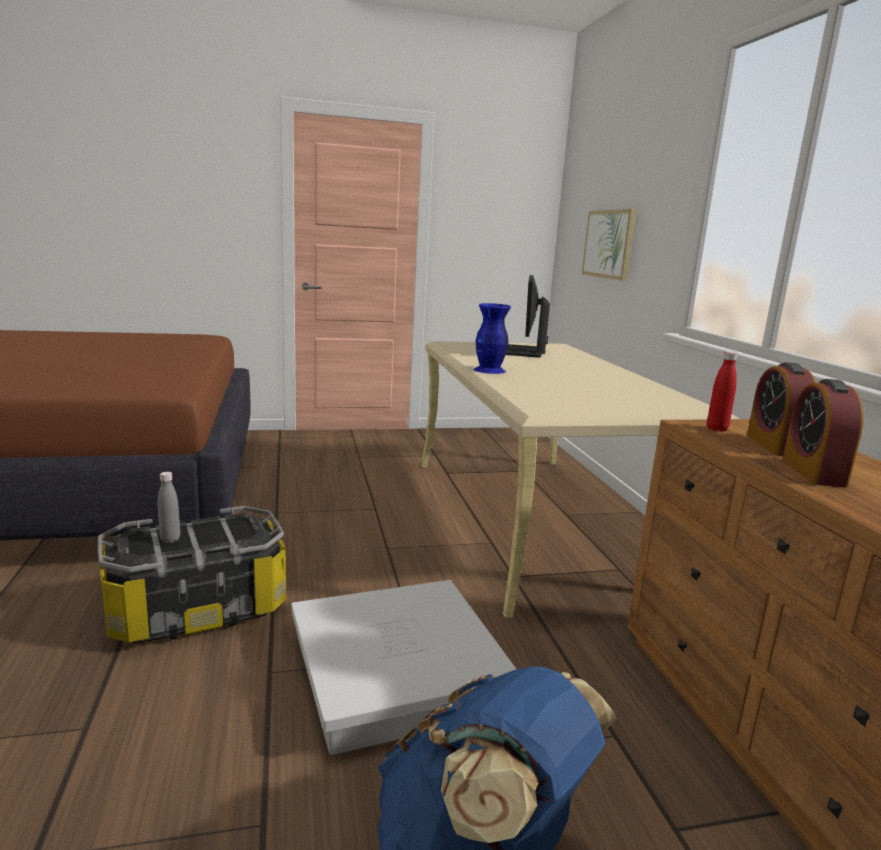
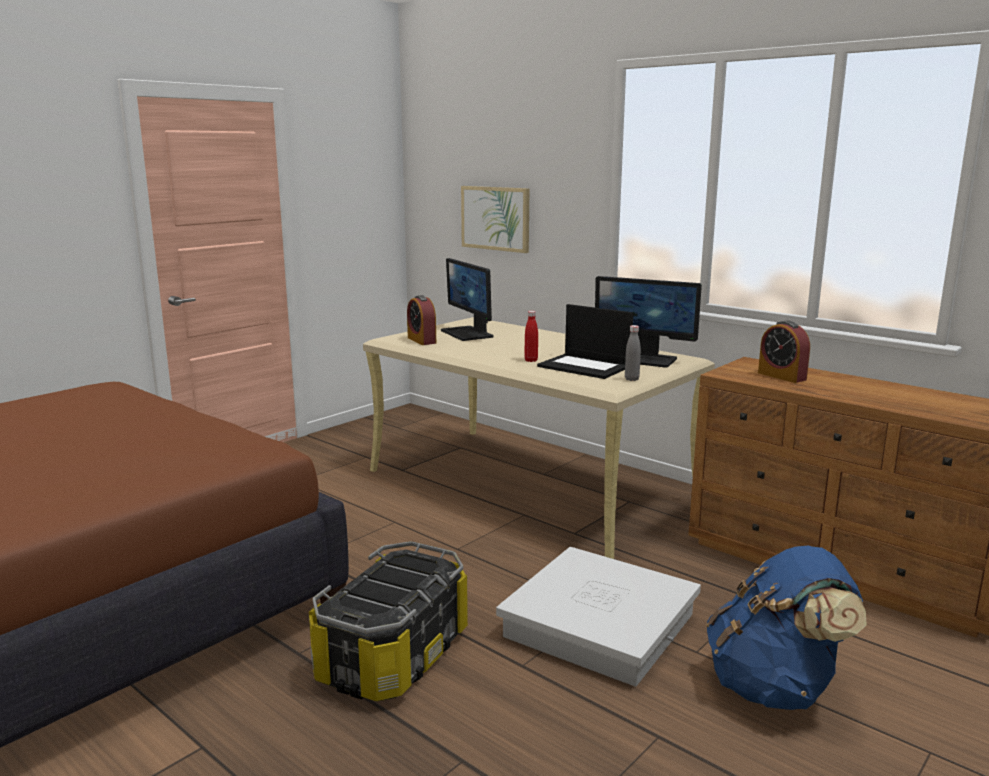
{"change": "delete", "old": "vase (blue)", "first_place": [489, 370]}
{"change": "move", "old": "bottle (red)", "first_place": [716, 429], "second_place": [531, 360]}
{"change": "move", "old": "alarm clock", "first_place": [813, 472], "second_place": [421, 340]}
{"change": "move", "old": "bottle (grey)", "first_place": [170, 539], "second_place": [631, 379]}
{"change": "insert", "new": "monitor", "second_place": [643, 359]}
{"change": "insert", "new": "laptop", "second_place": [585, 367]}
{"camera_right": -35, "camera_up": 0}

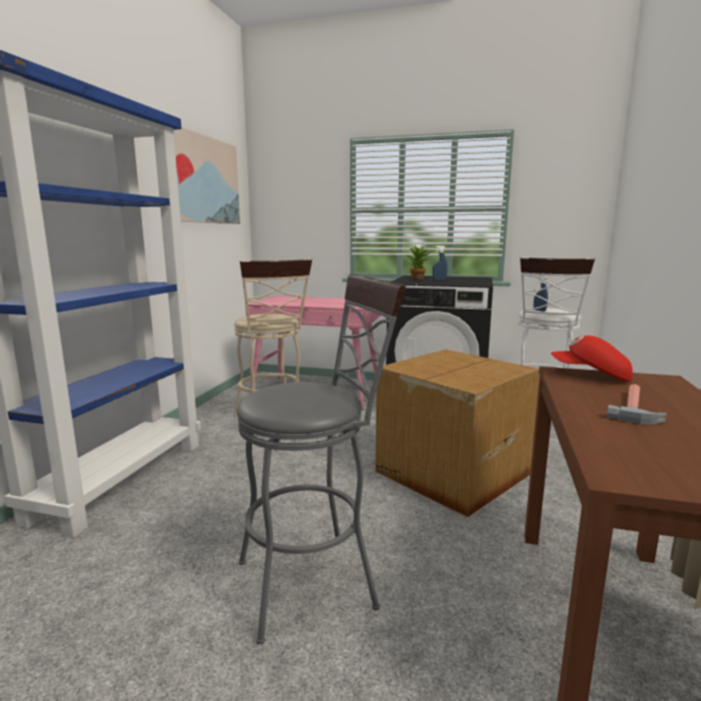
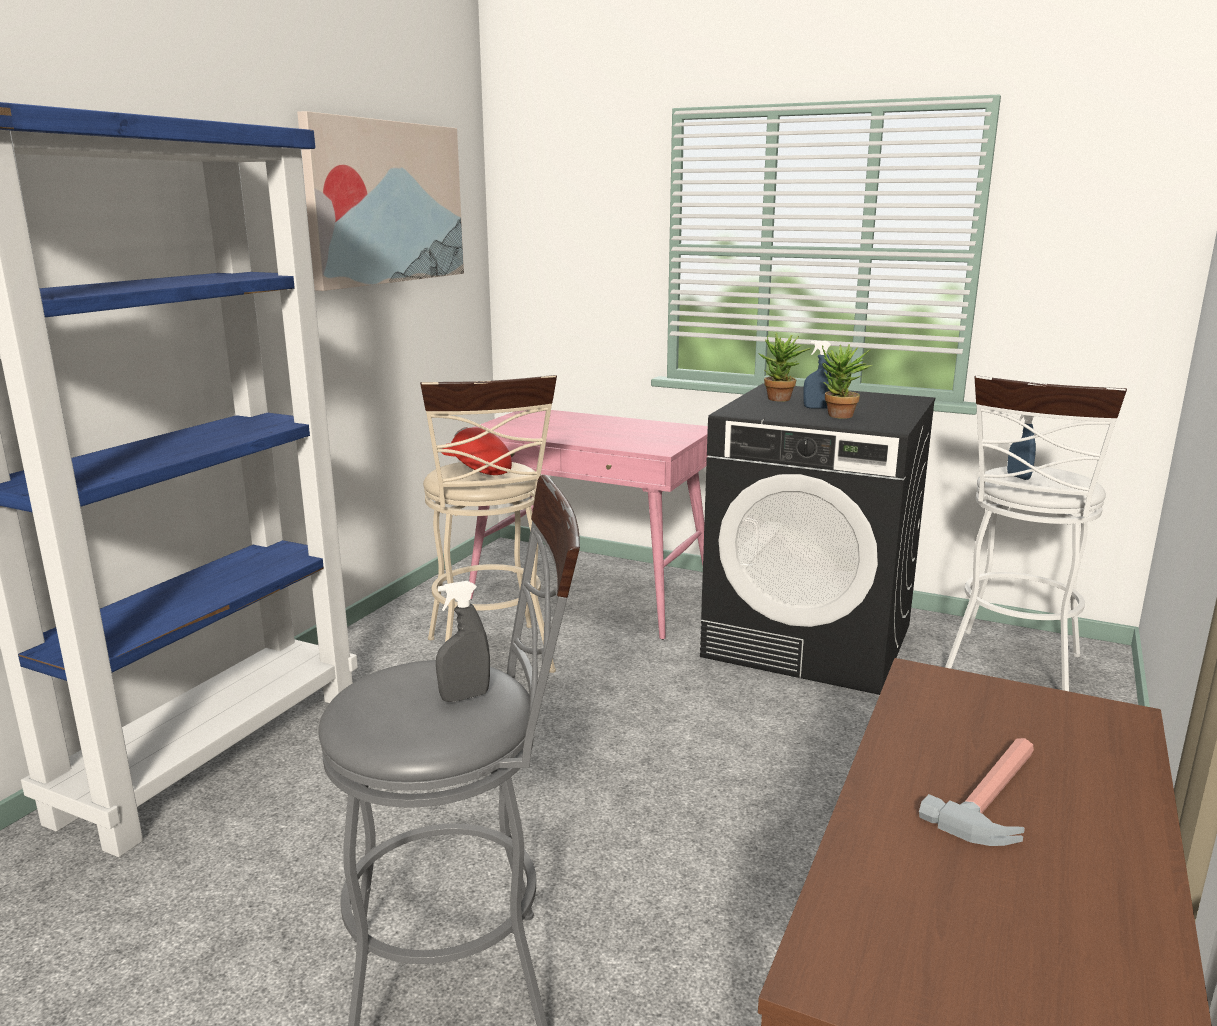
{"change": "move", "old": "cap (red)", "first_place": [591, 376], "second_place": [476, 469]}
{"change": "delete", "old": "cardboard box", "first_place": [449, 473]}
{"change": "insert", "new": "potted plant", "second_place": [839, 417]}
{"change": "insert", "new": "spray bottle (grey)", "second_place": [465, 697]}
{"camera_right": 10, "camera_up": 5}

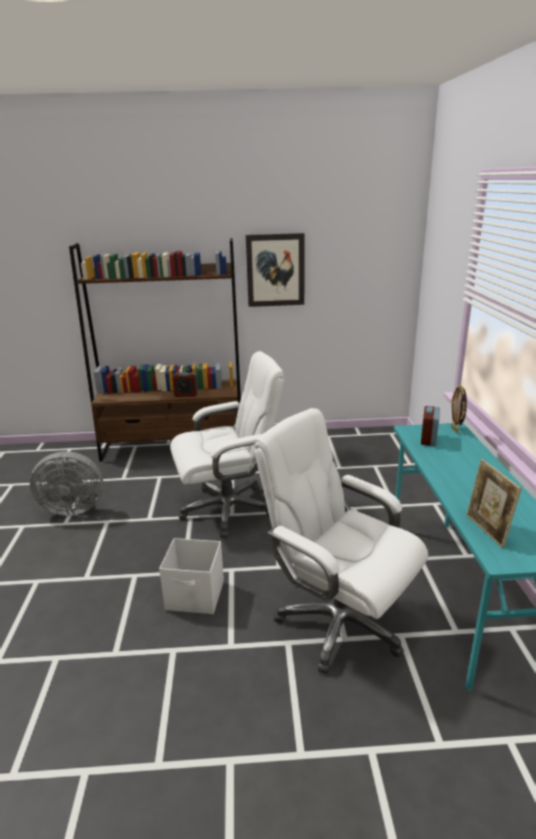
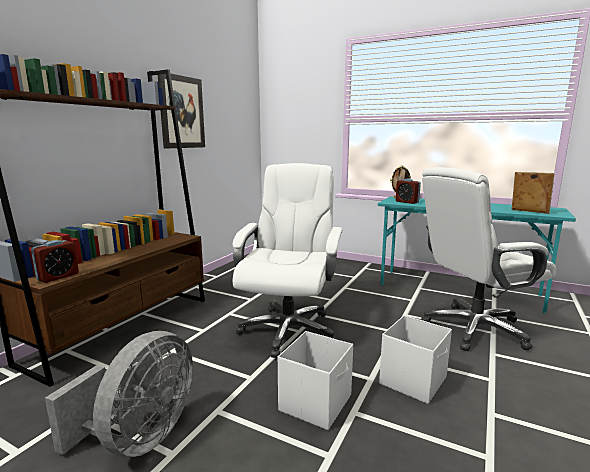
{"change": "move", "old": "alarm clock", "first_place": [186, 395], "second_place": [58, 277]}
{"change": "rotate", "old": "picture frame", "first_place": [486, 531], "second_place": [528, 212], "degrees": -150}
{"change": "insert", "new": "storage box (white)", "second_place": [316, 402]}
{"camera_right": -60, "camera_up": -10}

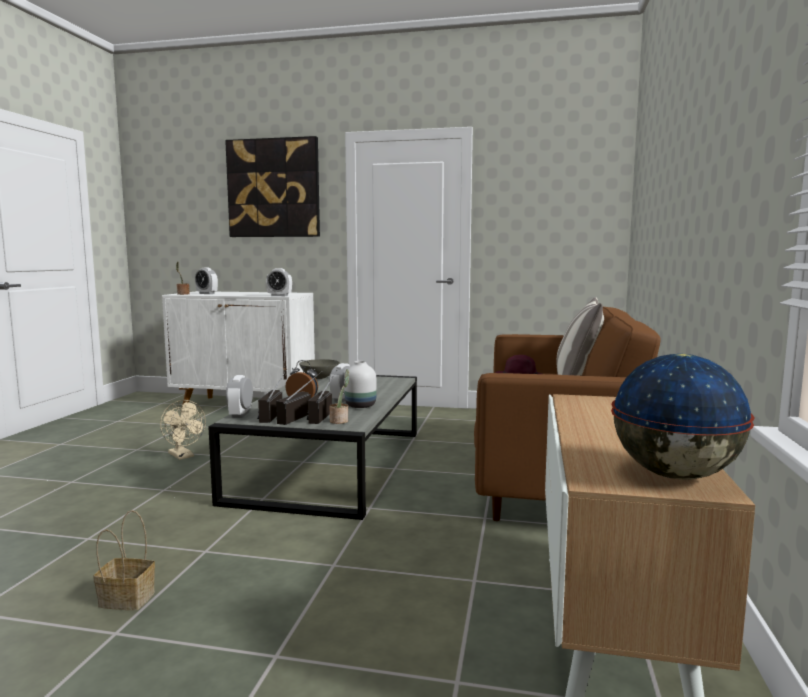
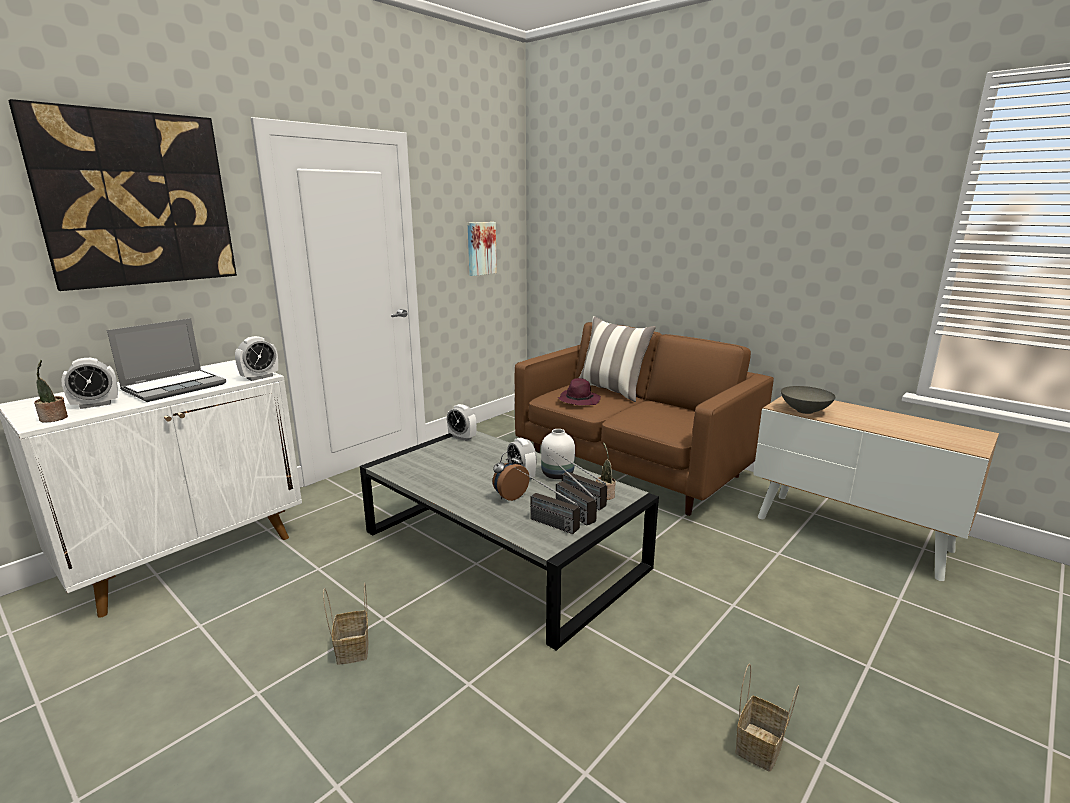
{"change": "delete", "old": "globe", "first_place": [674, 475]}
{"change": "move", "old": "bowl (grey)", "first_place": [320, 377], "second_place": [805, 411]}
{"change": "move", "old": "alarm clock", "first_place": [240, 415], "second_place": [462, 437]}
{"change": "replace", "old": "fan (beige)", "new": "basket", "first_place": [183, 456], "second_place": [352, 648]}
{"change": "insert", "new": "picture", "second_place": [480, 248]}
{"change": "insert", "new": "laptop", "second_place": [175, 387]}
{"camera_right": -60, "camera_up": 10}

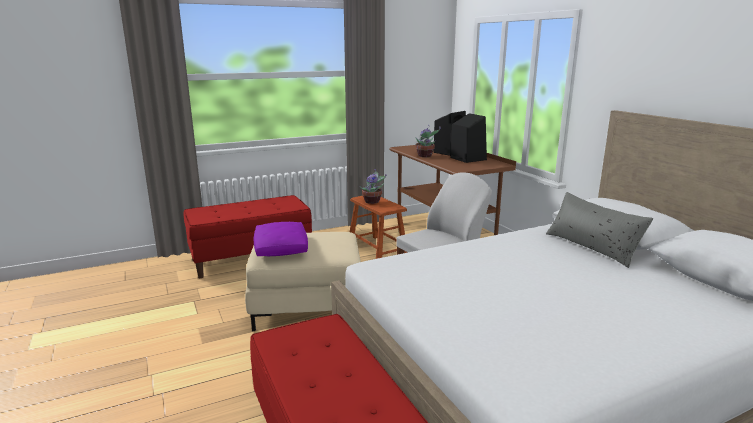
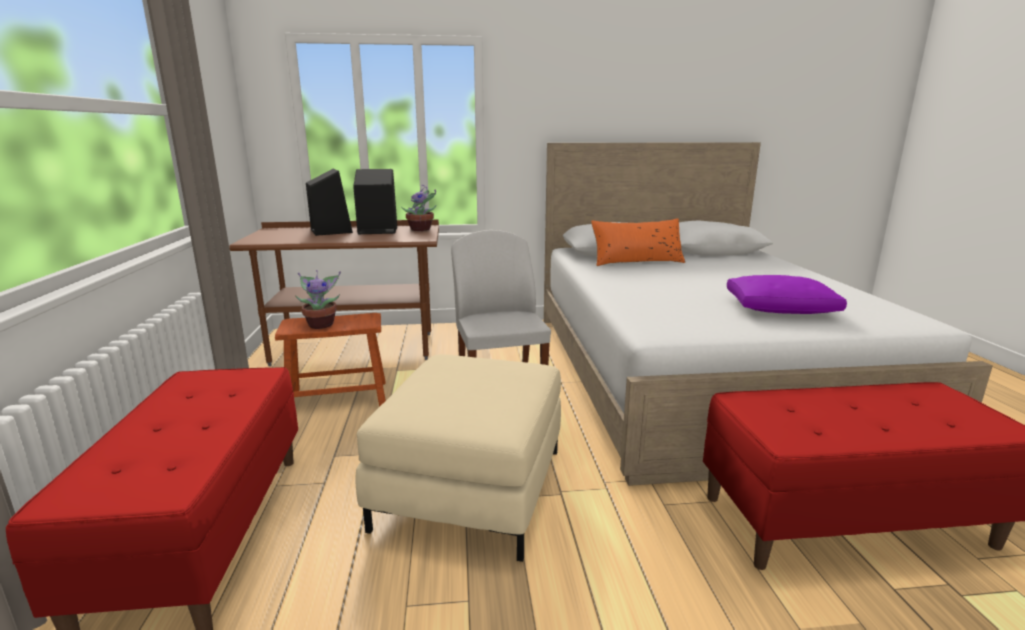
{"change": "move", "old": "potted plant", "first_place": [425, 156], "second_place": [422, 229]}
{"change": "recolor", "old": "pillow (grey)", "new": "pillow (orange)", "first_place": [592, 247], "second_place": [636, 261]}
{"change": "move", "old": "pillow (purple)", "first_place": [281, 248], "second_place": [781, 309]}
{"camera_right": -70, "camera_up": 0}

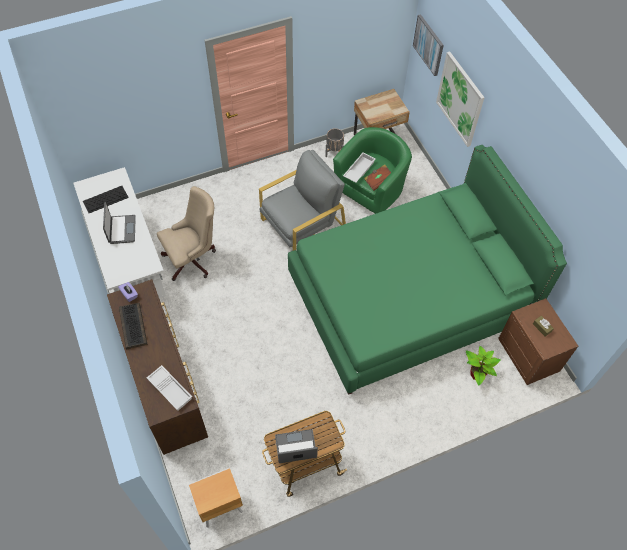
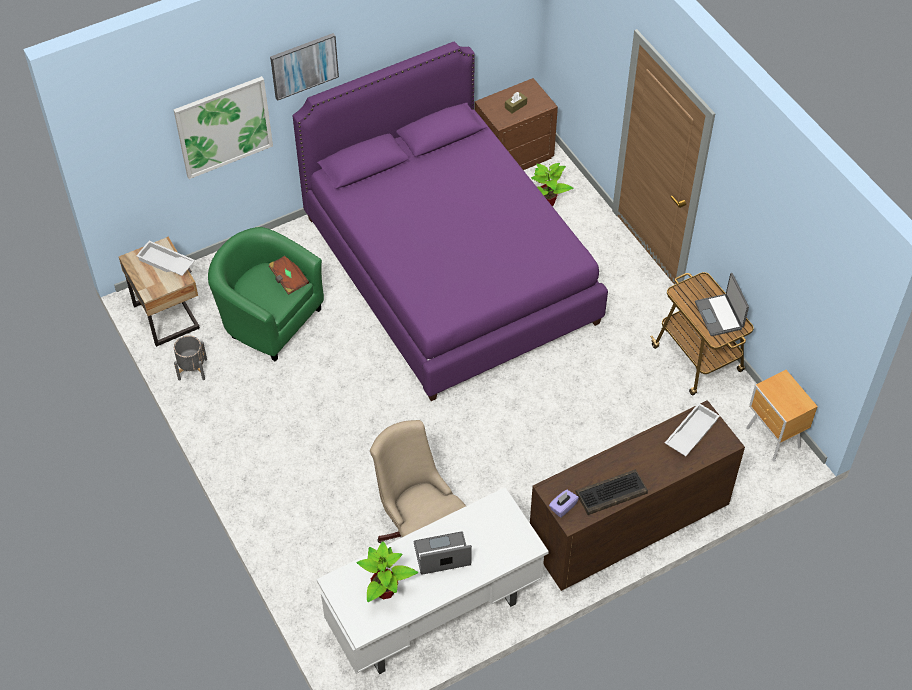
{"change": "move", "old": "picture", "first_place": [429, 45], "second_place": [304, 65]}
{"change": "recolor", "old": "bed (green)", "new": "bed (purple)", "first_place": [408, 298], "second_place": [449, 270]}
{"change": "delete", "old": "armchair (grey)", "first_place": [302, 225]}
{"change": "move", "old": "tray (white)", "first_place": [358, 169], "second_place": [165, 263]}
{"change": "replace", "old": "keyboard", "new": "potted plant", "first_place": [106, 199], "second_place": [385, 591]}
{"camera_right": -95, "camera_up": -5}

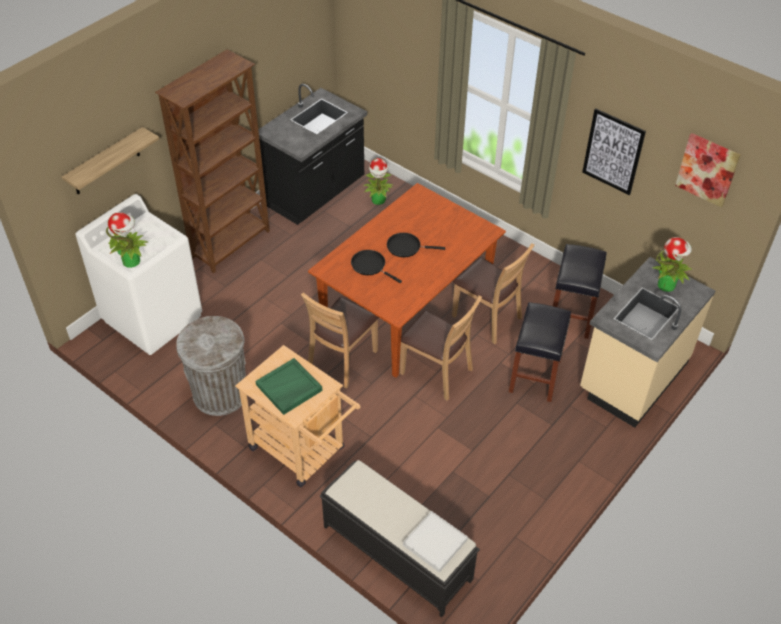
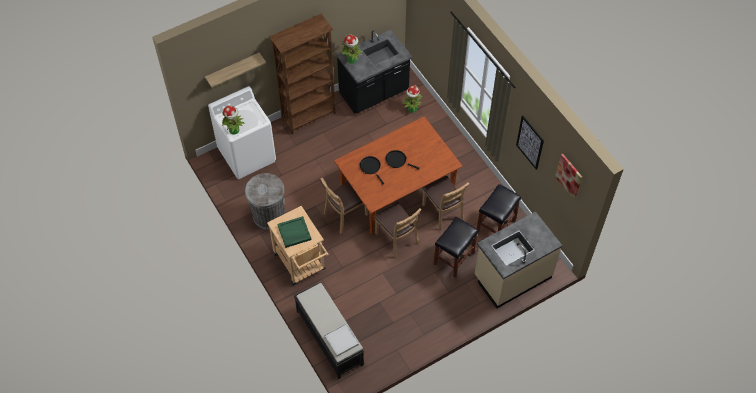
{"change": "move", "old": "potted plant", "first_place": [667, 285], "second_place": [352, 59]}
{"camera_right": 20, "camera_up": 10}

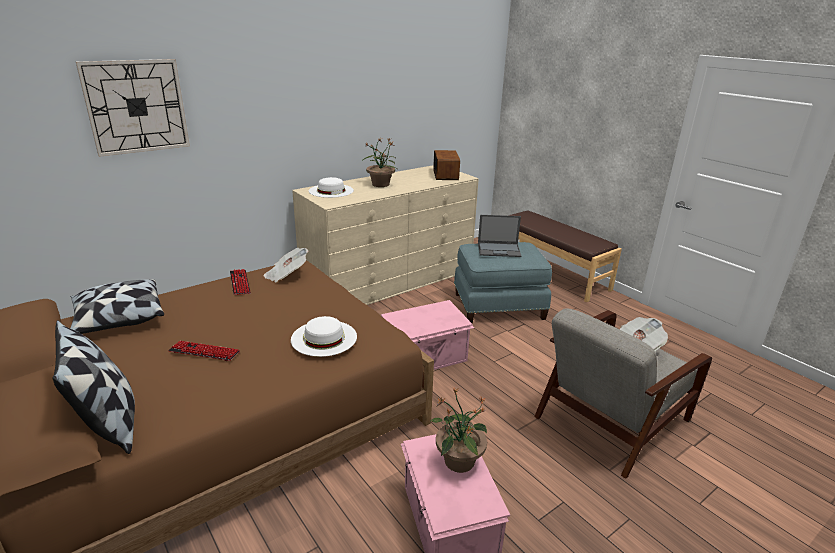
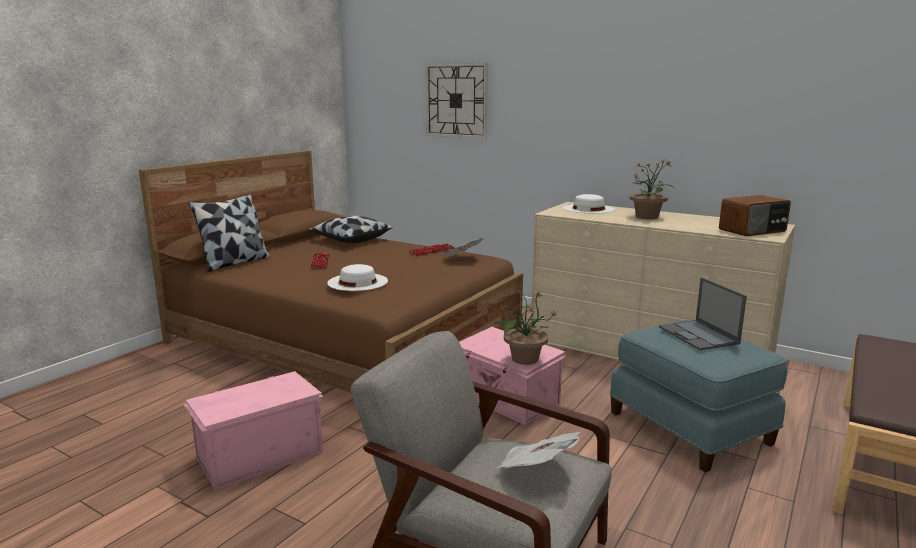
{"change": "move", "old": "potted plant", "first_place": [458, 461], "second_place": [524, 359]}
{"camera_right": 70, "camera_up": -10}

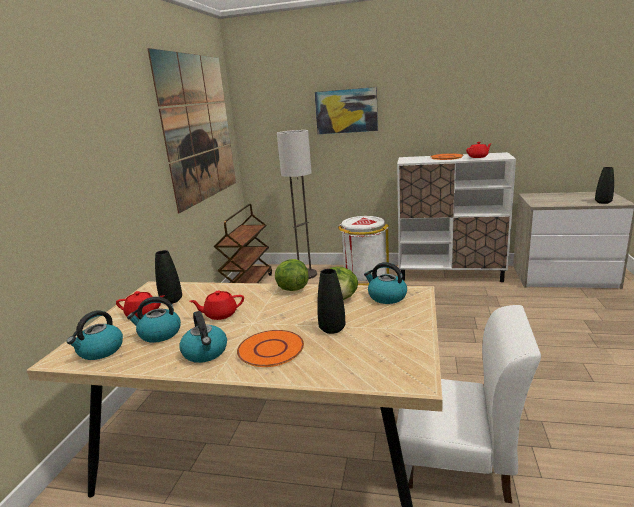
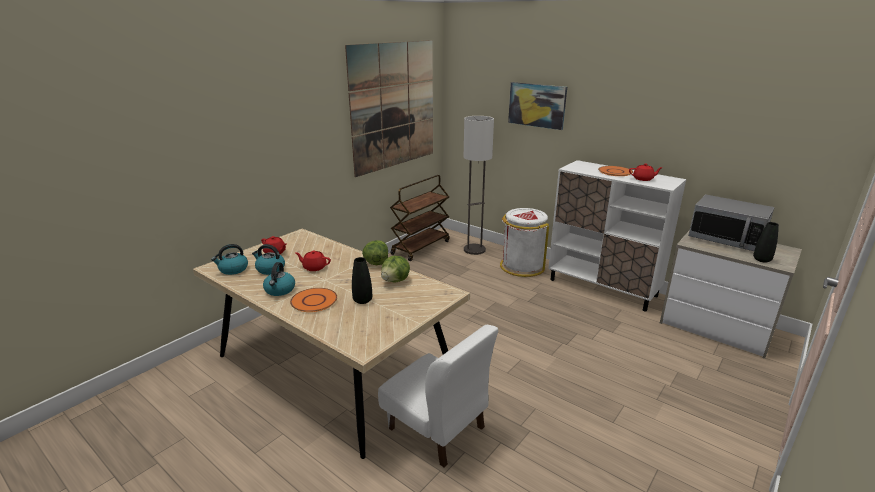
{"change": "delete", "old": "vase (black)", "first_place": [171, 300]}
{"change": "delete", "old": "kettle", "first_place": [386, 297]}
{"change": "insert", "new": "microwave", "second_place": [726, 239]}
{"camera_right": 25, "camera_up": 5}

